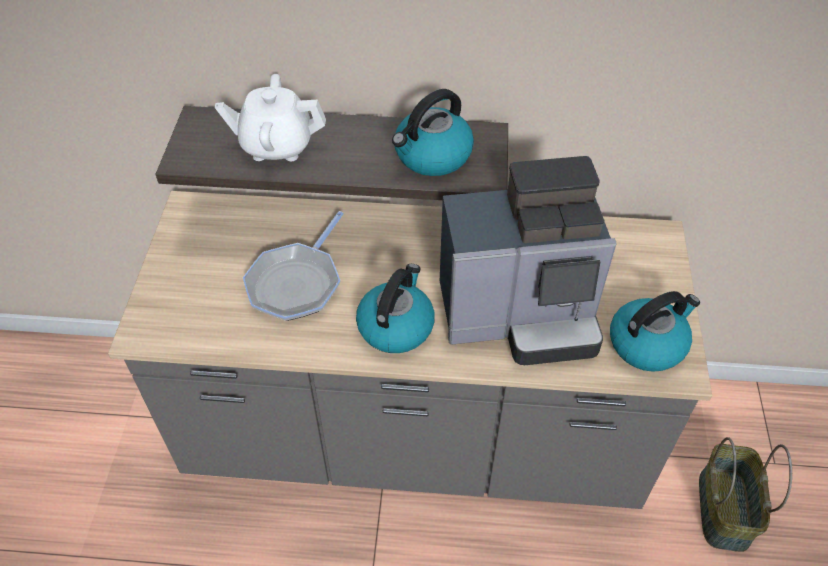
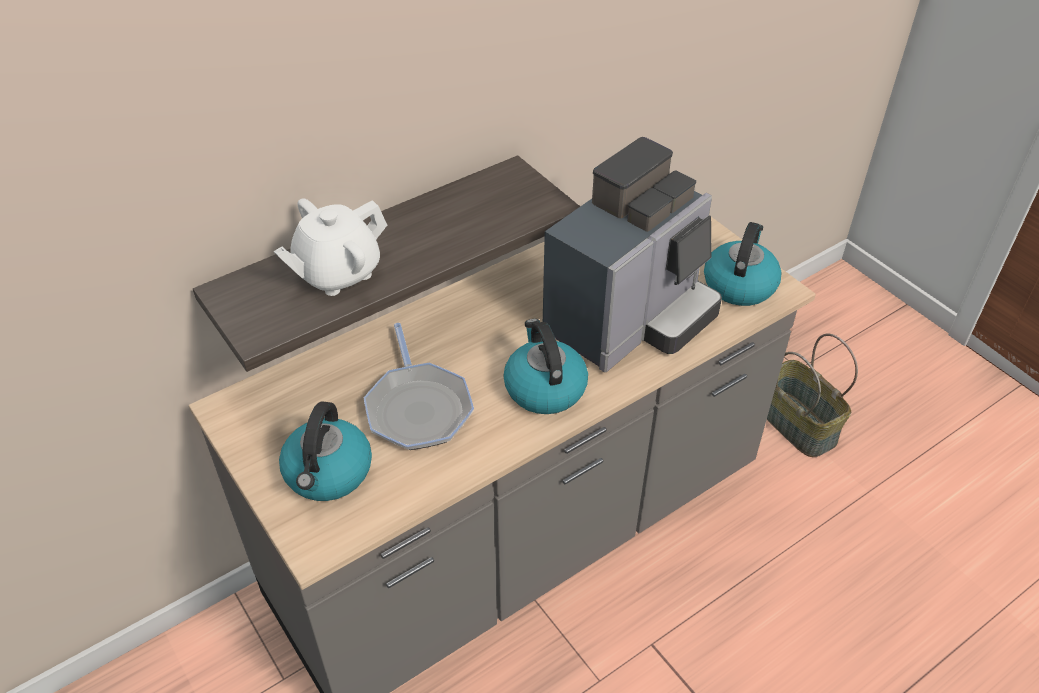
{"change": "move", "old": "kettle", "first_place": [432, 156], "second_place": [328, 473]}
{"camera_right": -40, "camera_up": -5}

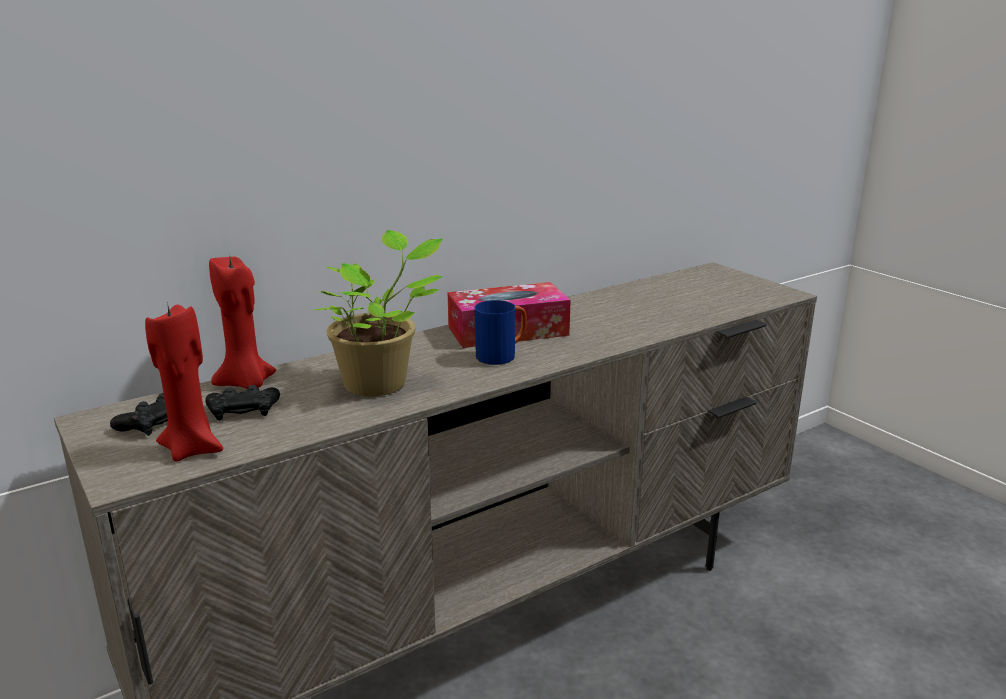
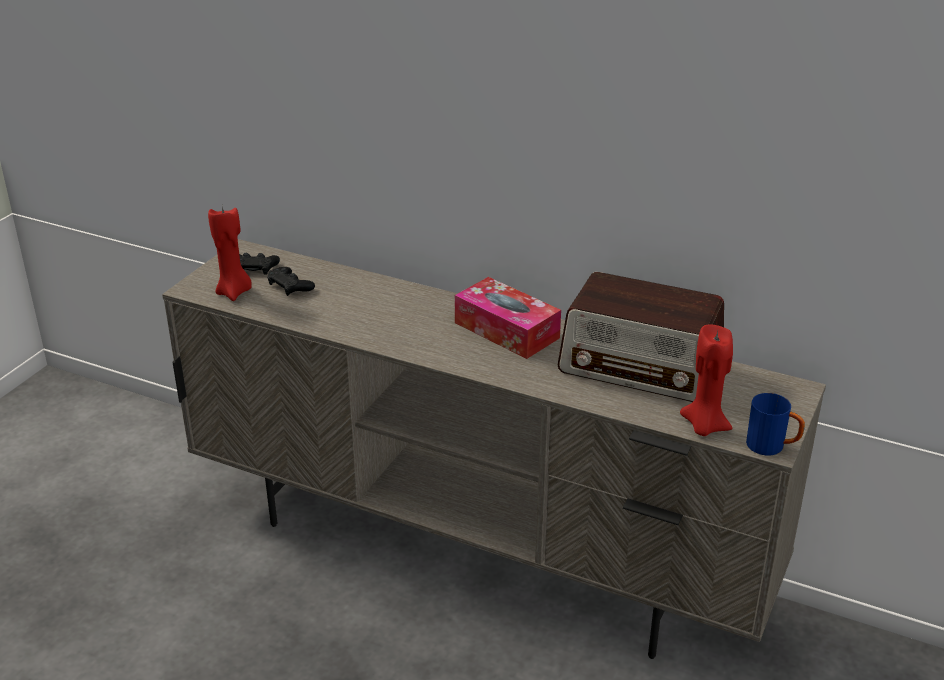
{"change": "delete", "old": "potted plant", "first_place": [380, 383]}
{"change": "move", "old": "candle (red)", "first_place": [246, 383], "second_place": [704, 426]}
{"change": "move", "old": "mug (blue)", "first_place": [502, 356], "second_place": [772, 447]}
{"change": "insert", "new": "radio", "second_place": [641, 368]}
{"camera_right": 60, "camera_up": 10}

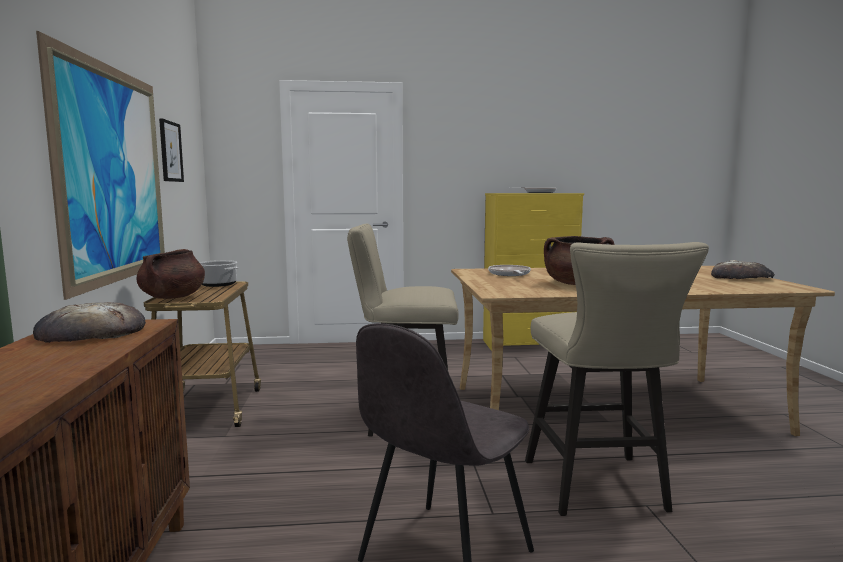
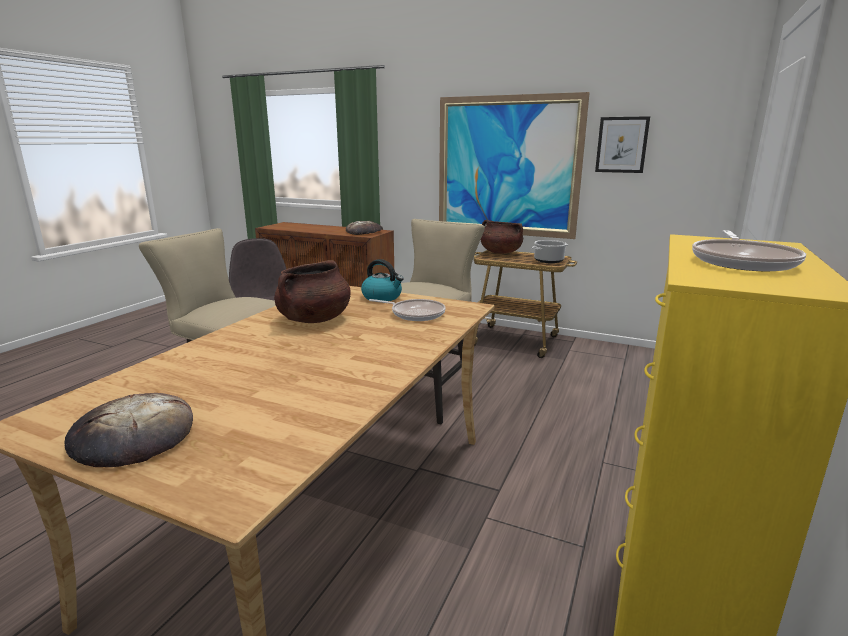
{"change": "insert", "new": "kettle", "second_place": [382, 297]}
{"camera_right": 120, "camera_up": 10}

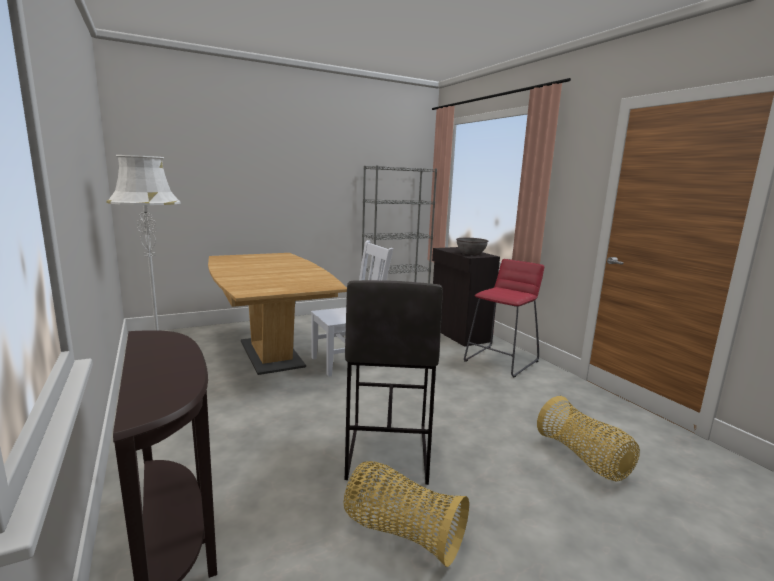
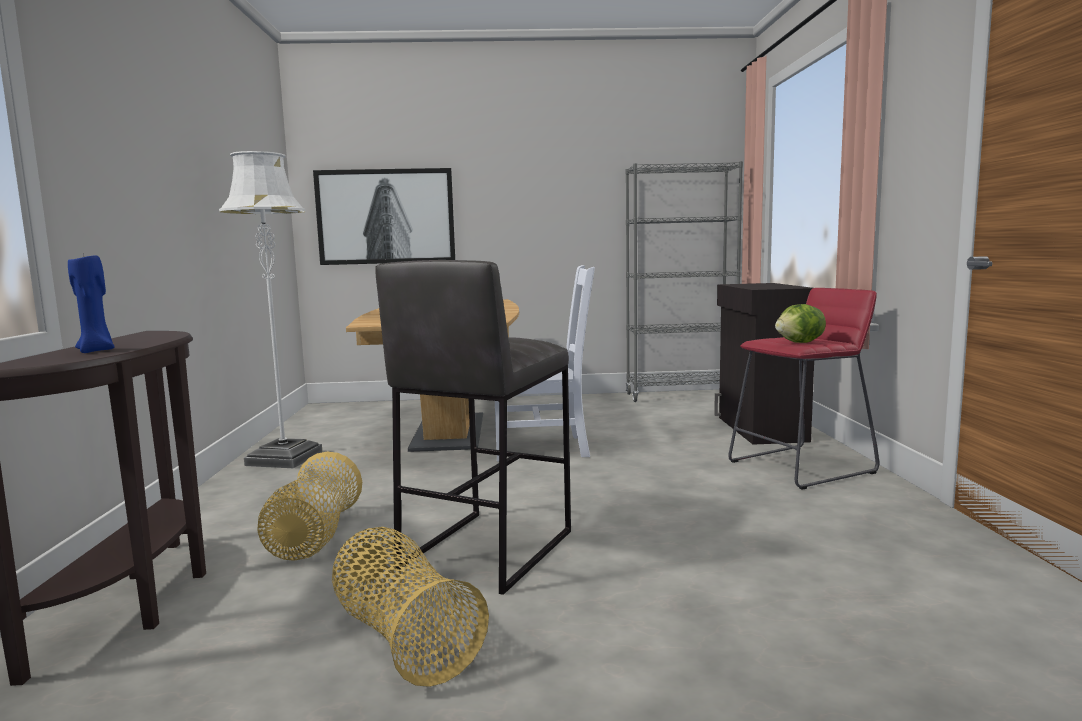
{"change": "delete", "old": "bowl (grey)", "first_place": [470, 254]}
{"change": "move", "old": "basket", "first_place": [583, 459], "second_place": [314, 538]}
{"change": "insert", "new": "picture", "second_place": [386, 216]}
{"change": "insert", "new": "candle (blue)", "second_place": [97, 351]}
{"change": "insert", "new": "lettuce", "second_place": [800, 343]}
{"camera_right": 25, "camera_up": -5}

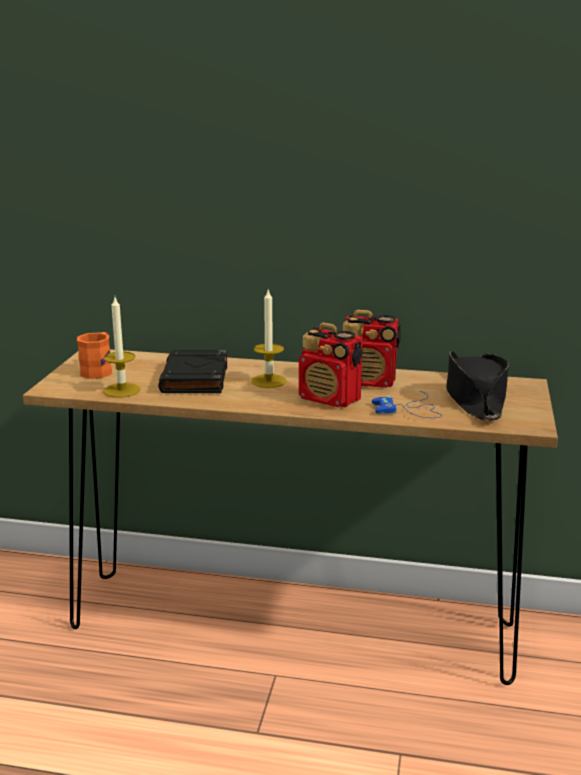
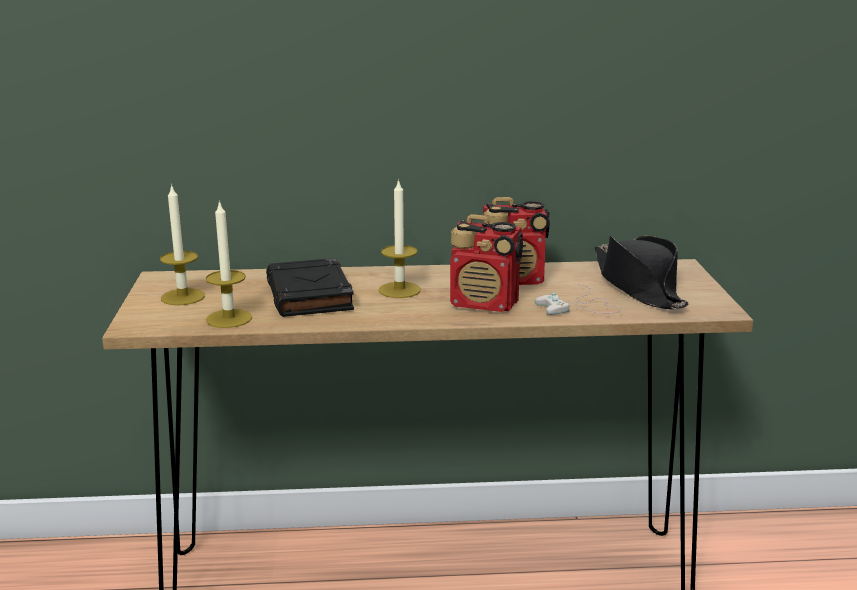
{"change": "replace", "old": "mug (orange)", "new": "candle", "first_place": [99, 370], "second_place": [183, 297]}
{"change": "recolor", "old": "game controller (blue)", "new": "game controller (white)", "first_place": [409, 410], "second_place": [580, 307]}
{"camera_right": -15, "camera_up": 0}

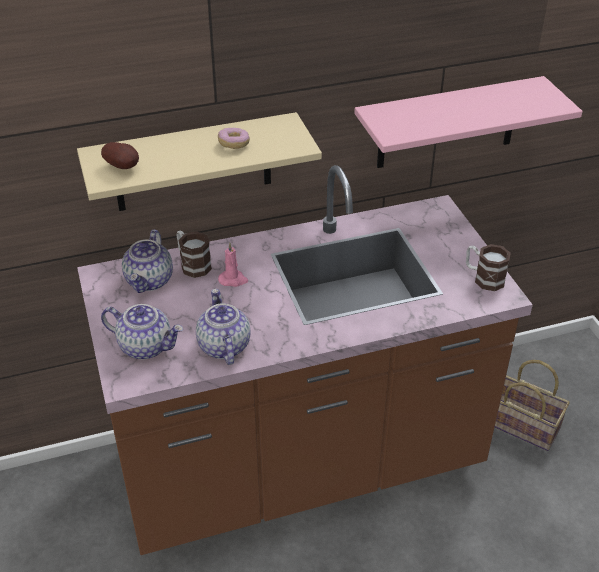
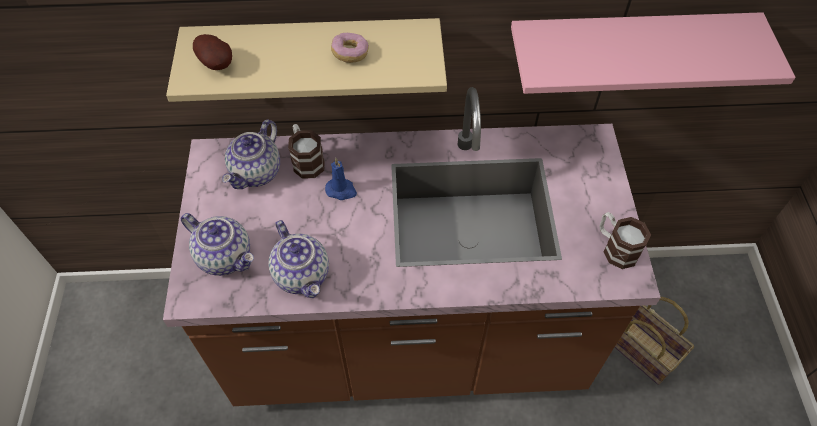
{"change": "recolor", "old": "candle (pink)", "new": "candle (blue)", "first_place": [233, 280], "second_place": [341, 190]}
{"change": "rotate", "old": "teapot", "first_place": [223, 346], "second_place": [303, 275], "degrees": 150}
{"camera_right": 15, "camera_up": 15}

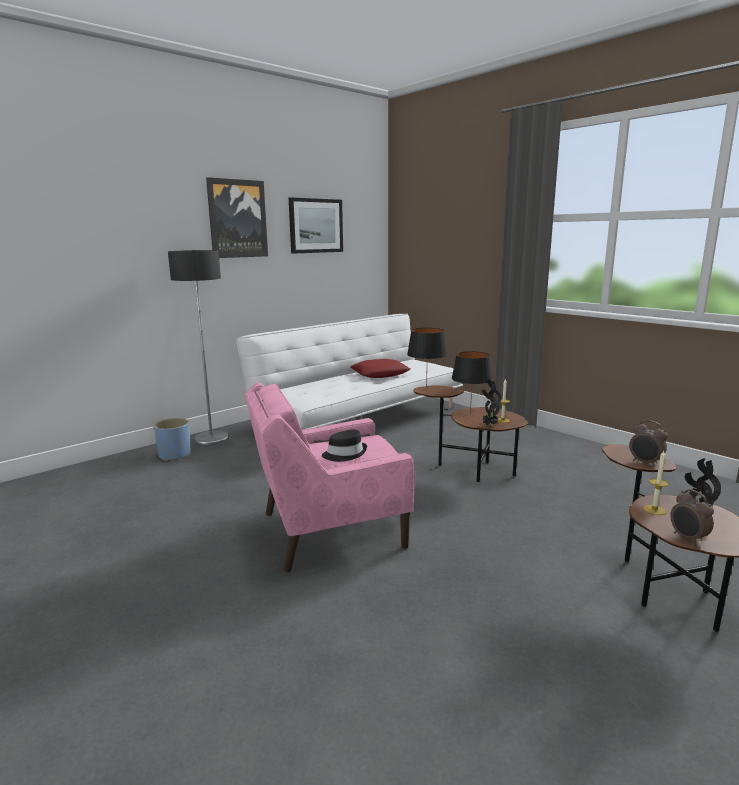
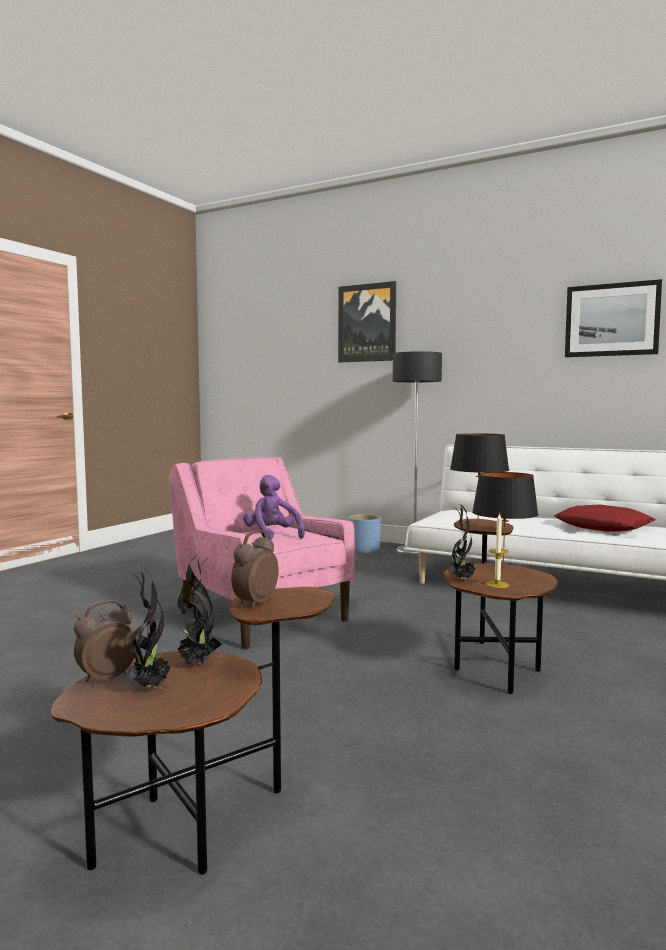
{"change": "move", "old": "picture", "first_place": [237, 219], "second_place": [367, 323]}
{"change": "replace", "old": "hat (black)", "new": "plush toy (purple)", "first_place": [345, 454], "second_place": [272, 536]}
{"change": "replace", "old": "candle", "new": "potted plant", "first_place": [654, 510], "second_place": [197, 664]}
{"camera_right": 70, "camera_up": -10}

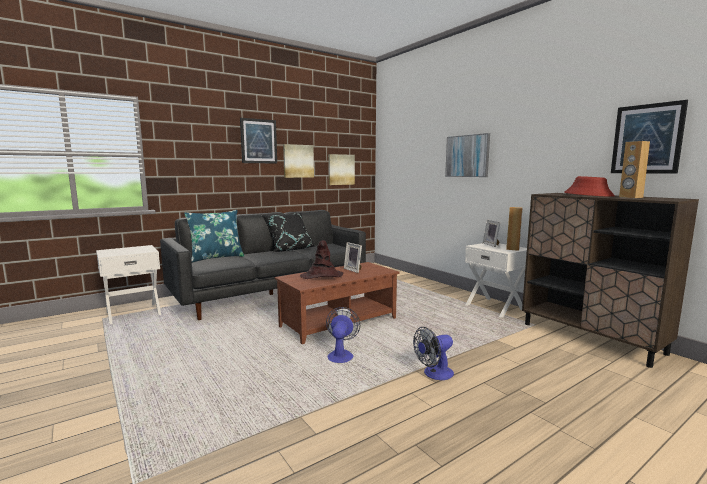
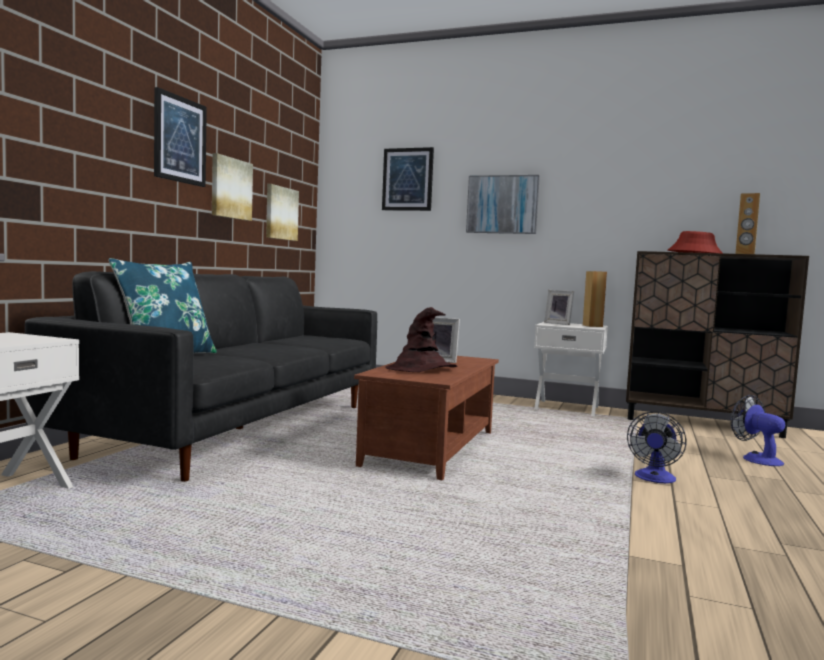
{"change": "move", "old": "picture", "first_place": [647, 139], "second_place": [407, 179]}
{"change": "delete", "old": "pillow (black)", "first_place": [289, 249]}
{"change": "move", "old": "fan", "first_place": [341, 354], "second_place": [756, 458]}
{"camera_right": -35, "camera_up": -5}

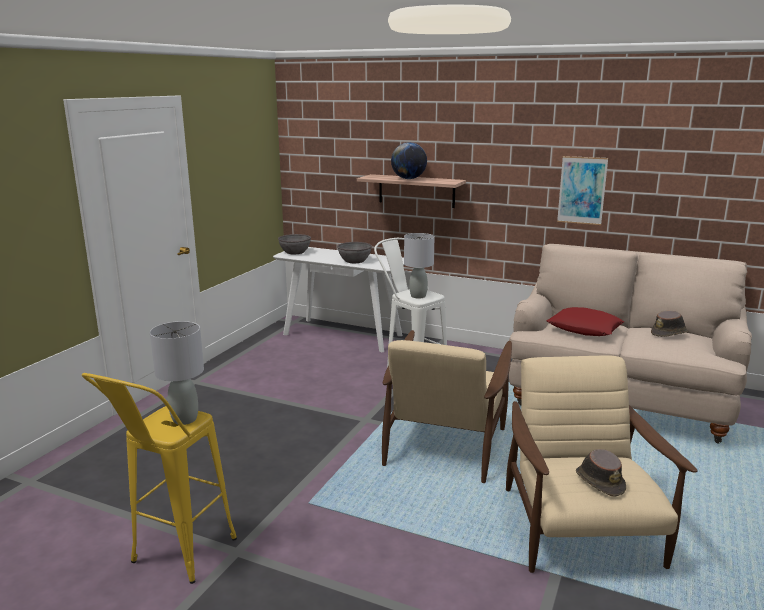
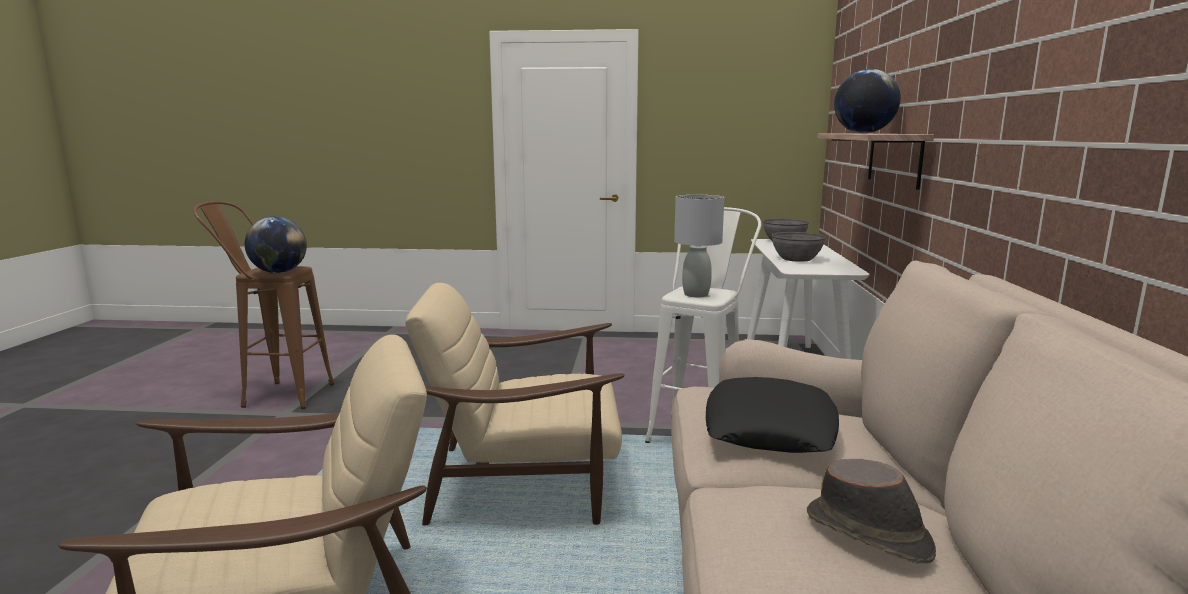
{"change": "delete", "old": "picture", "first_place": [582, 190]}
{"change": "recolor", "old": "pillow (red)", "new": "pillow (black)", "first_place": [584, 328], "second_place": [769, 428]}
{"change": "replace", "old": "table lamp (grey)", "new": "globe", "first_place": [184, 419], "second_place": [279, 272]}
{"change": "recolor", "old": "stool (yellow)", "new": "stool (brown)", "first_place": [174, 560], "second_place": [276, 395]}
{"change": "delete", "old": "hat (brown)", "first_place": [599, 481]}
{"camera_right": 70, "camera_up": -5}

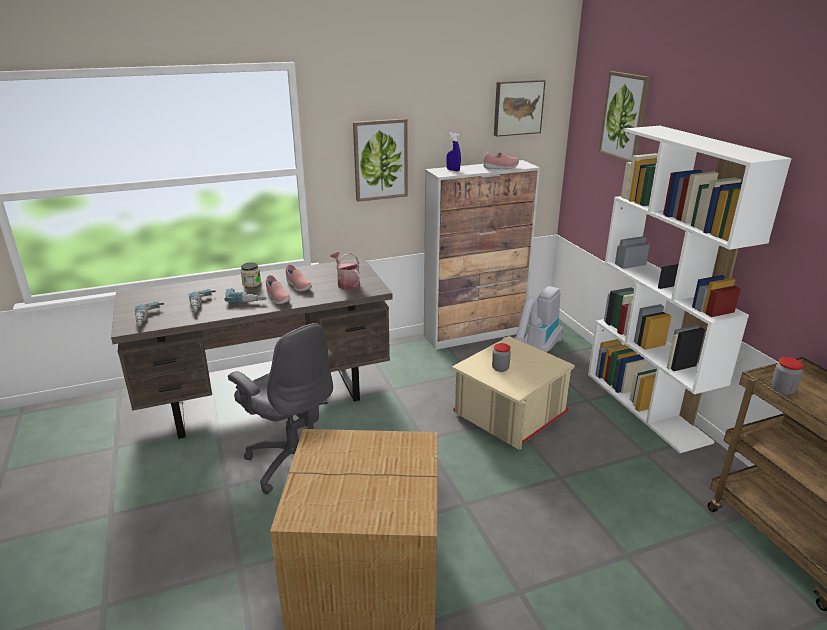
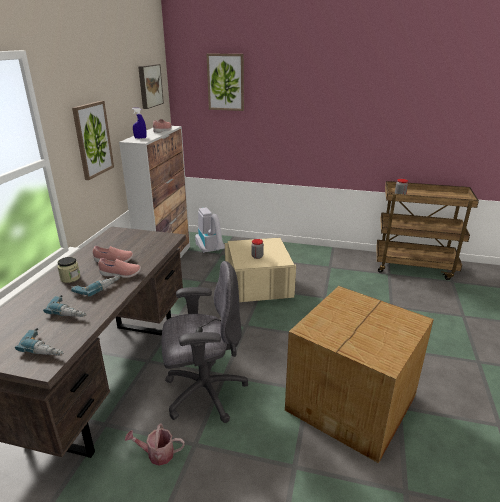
{"change": "delete", "old": "bookcase (white)", "first_place": [646, 406]}
{"change": "move", "old": "watering can", "first_place": [347, 283], "second_place": [157, 454]}
{"camera_right": -55, "camera_up": 0}

